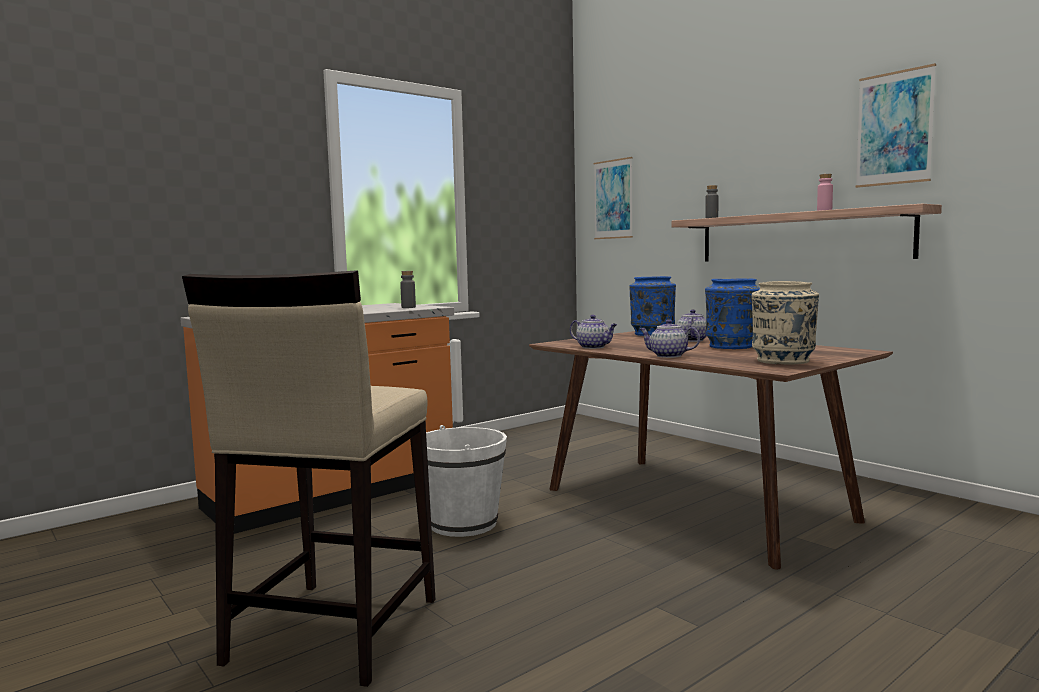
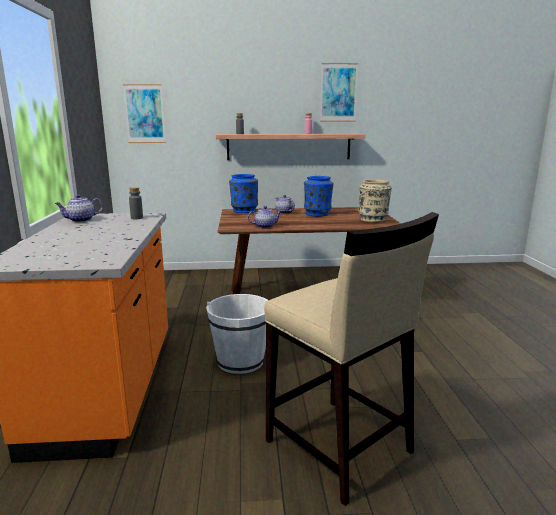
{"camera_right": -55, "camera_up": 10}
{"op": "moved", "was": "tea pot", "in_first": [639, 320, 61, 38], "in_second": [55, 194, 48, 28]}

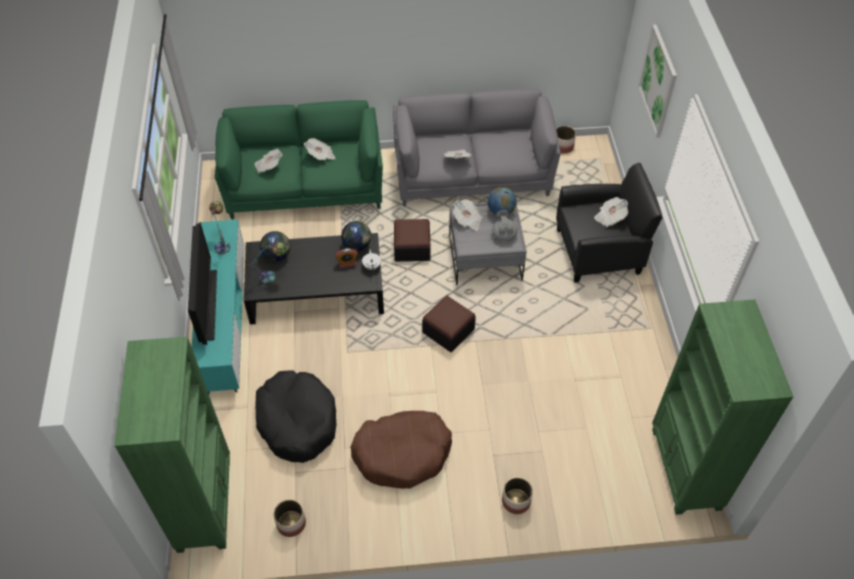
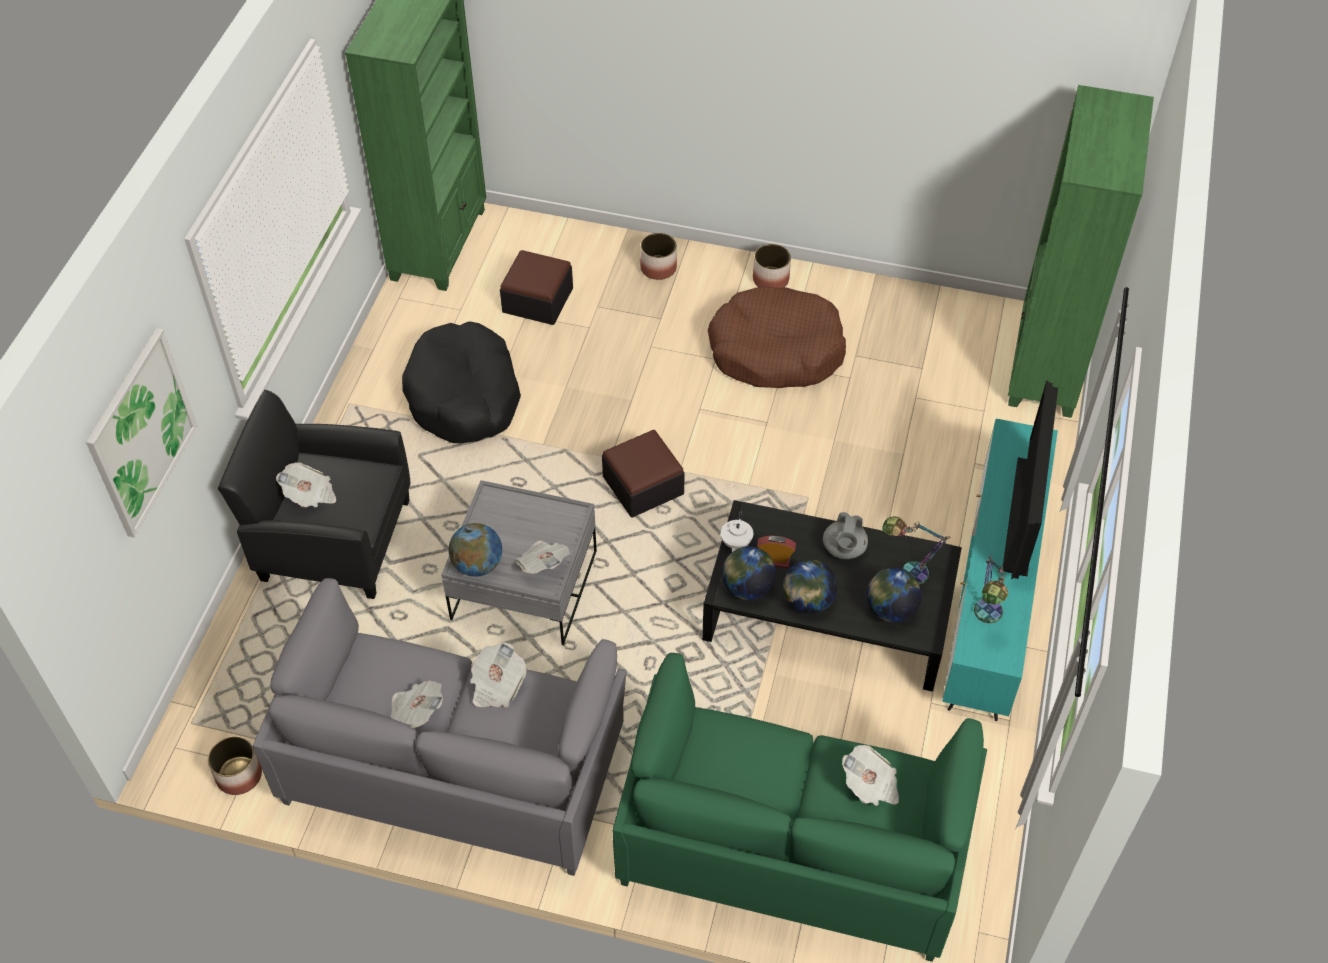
{"camera_right": -160, "camera_up": 0}
{"op": "moved", "was": "black-coloured dog cushion", "in_first": [256, 371, 81, 92], "in_second": [402, 322, 119, 122]}
{"op": "moved", "was": "plant pot", "in_first": [274, 499, 32, 38], "in_second": [753, 244, 38, 44]}
{"op": "moved", "was": "printed paper", "in_first": [304, 138, 31, 23], "in_second": [390, 680, 53, 48]}
{"op": "moved", "was": "pouffe", "in_first": [394, 219, 37, 42], "in_second": [500, 250, 73, 75]}
{"op": "moved", "was": "gray tea pot", "in_first": [492, 210, 26, 31], "in_second": [823, 512, 45, 47]}
{"op": "added", "now": "desk globe", "in_second": [783, 560, 54, 54]}

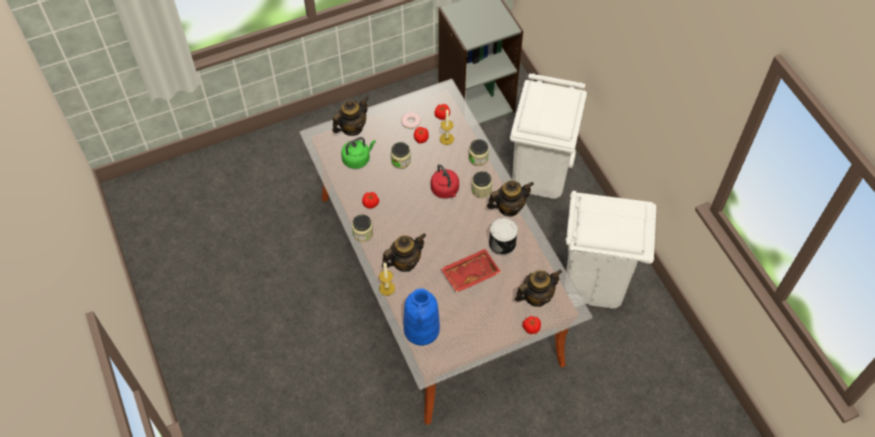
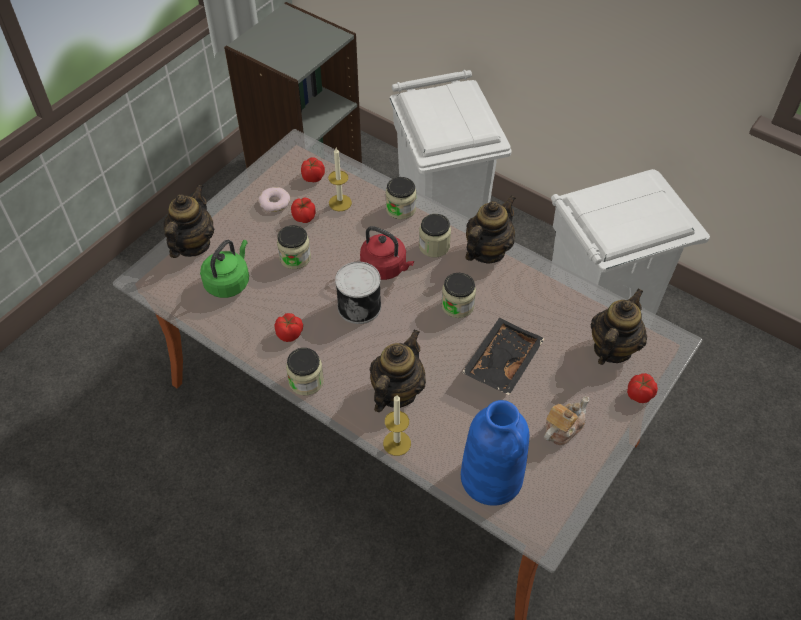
{"camera_right": -30, "camera_up": -5}
{"op": "recoloured", "was": "red-coloured serving tray", "now": "black-coloured serving tray", "in_first": [441, 249, 61, 43], "in_second": [462, 317, 83, 78]}
{"op": "moved", "was": "can", "in_first": [489, 217, 29, 38], "in_second": [335, 262, 46, 62]}
{"op": "added", "now": "jar", "in_second": [441, 273, 35, 45]}
{"op": "added", "now": "tea pot", "in_second": [544, 396, 45, 49]}

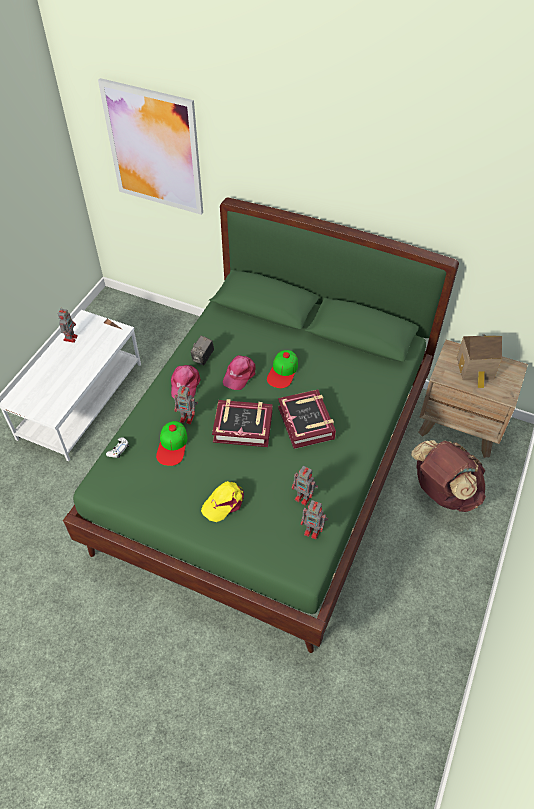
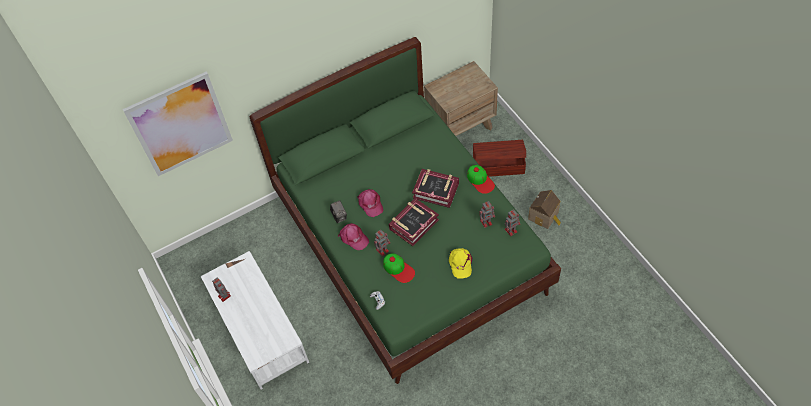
{"camera_right": -50, "camera_up": 5}
{"op": "moved", "was": "baseball cap", "in_first": [267, 350, 31, 38], "in_second": [467, 165, 28, 29]}
{"op": "replaced", "was": "brown-coloured backpack", "now": "brown-coloured storage bin", "in_first": [411, 440, 75, 72], "in_second": [473, 140, 53, 37]}
{"op": "moved", "was": "toy house", "in_first": [457, 334, 45, 54], "in_second": [528, 190, 33, 39]}

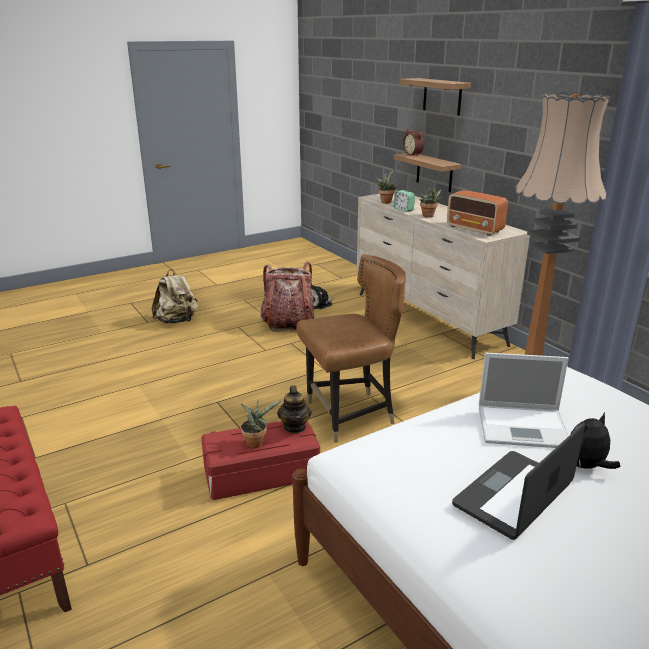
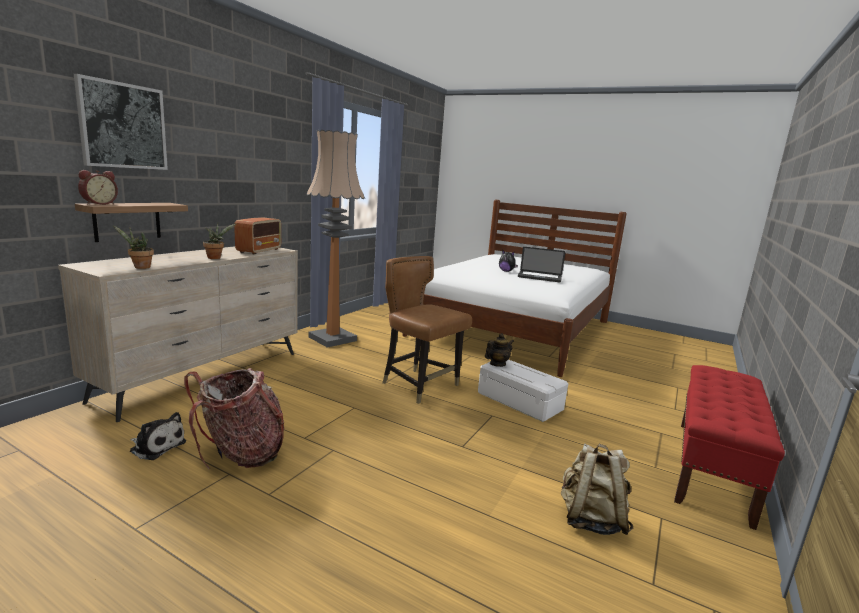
{"camera_right": -120, "camera_up": -10}
{"op": "moved", "was": "beige backpack", "in_first": [152, 269, 46, 54], "in_second": [561, 443, 72, 92]}
{"op": "recoloured", "was": "red-coloured storage bin", "now": "whitish storage bin", "in_first": [201, 421, 119, 79], "in_second": [478, 359, 90, 63]}
{"op": "removed", "was": "houseplant", "in_first": [241, 399, 41, 50]}
{"op": "removed", "was": "alarm clock", "in_first": [394, 190, 21, 22]}
{"op": "replaced", "was": "bracket shelf", "now": "wall art", "in_first": [399, 78, 72, 37], "in_second": [74, 74, 94, 96]}
{"op": "removed", "was": "notebook computer", "in_first": [479, 353, 90, 95]}

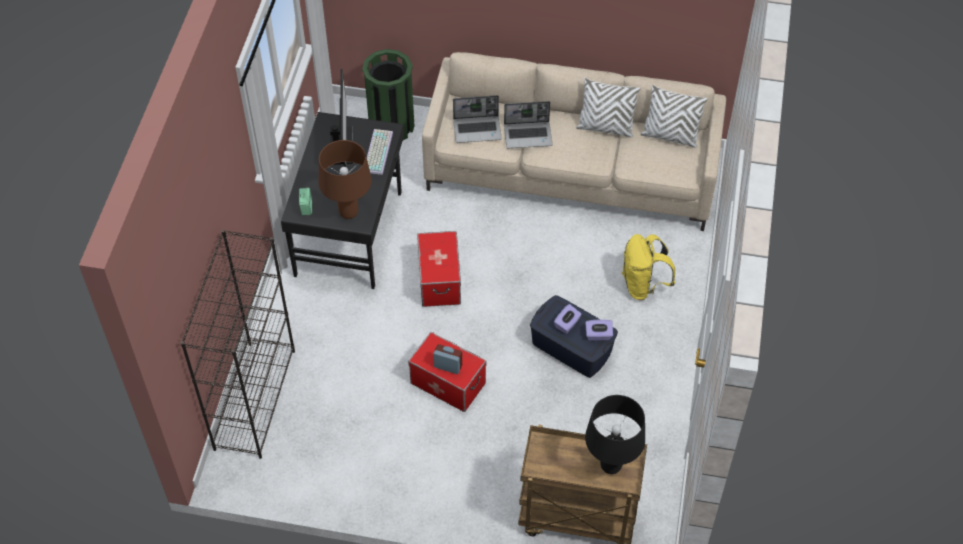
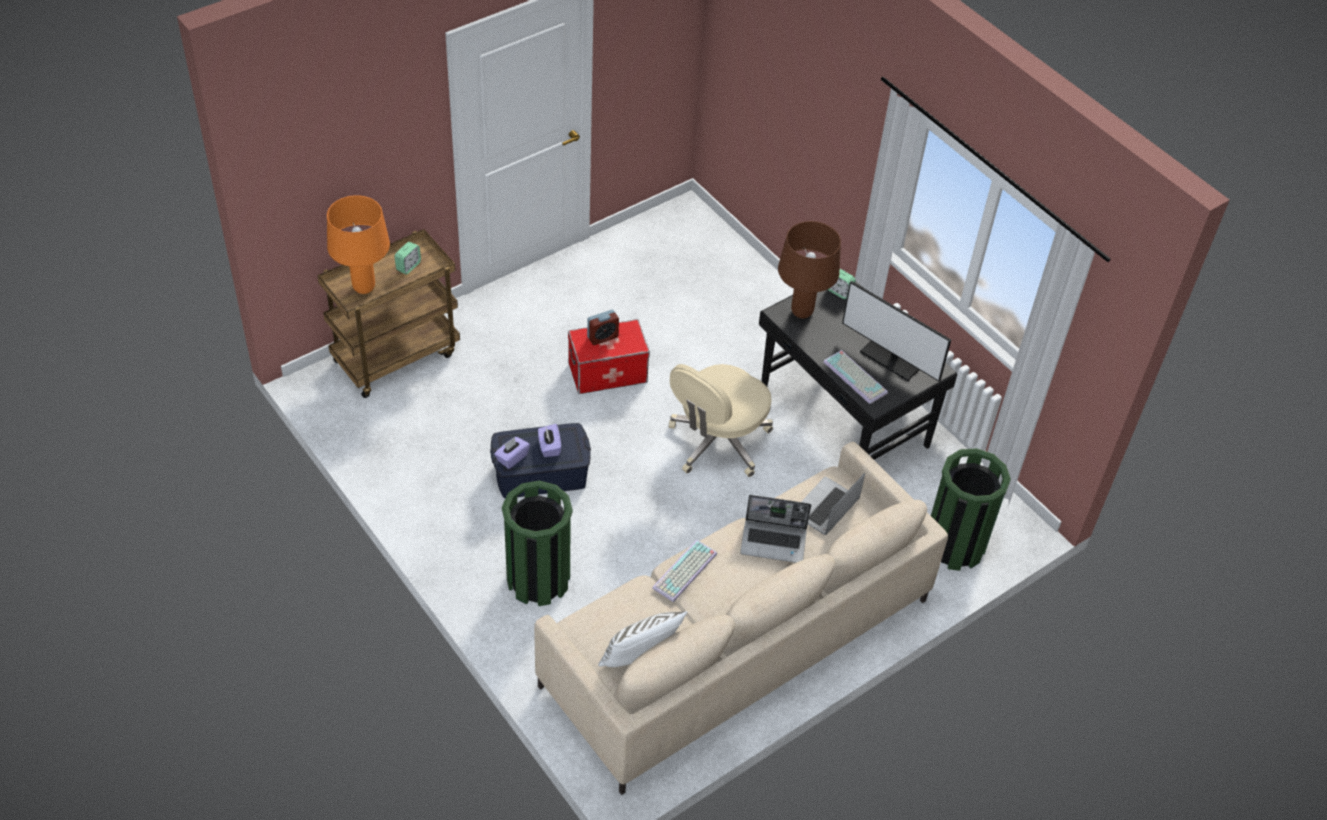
{"camera_right": 130, "camera_up": -5}
{"op": "removed", "was": "black-coloured bookshelf", "in_first": [181, 230, 114, 229]}
{"op": "replaced", "was": "storage bin", "now": "beige desk chair", "in_first": [417, 231, 44, 76], "in_second": [669, 364, 104, 113]}
{"op": "turned", "was": "notebook computer", "in_first": [504, 101, 49, 47], "in_second": [740, 495, 71, 68], "clockwise": -120}
{"op": "removed", "was": "whitish cushion", "in_first": [576, 78, 65, 59]}
{"op": "recoloured", "was": "black-coloured lamp for a table", "now": "orange lamp for a table", "in_first": [585, 395, 60, 79], "in_second": [327, 195, 63, 99]}
{"op": "replaced", "was": "yellowish backpack", "now": "green-coloured waste bin", "in_first": [622, 234, 53, 66], "in_second": [502, 481, 71, 125]}
{"op": "added", "now": "alarm clock", "in_second": [394, 242, 27, 33]}
{"op": "added", "now": "computer keyboard", "in_second": [652, 540, 65, 62]}

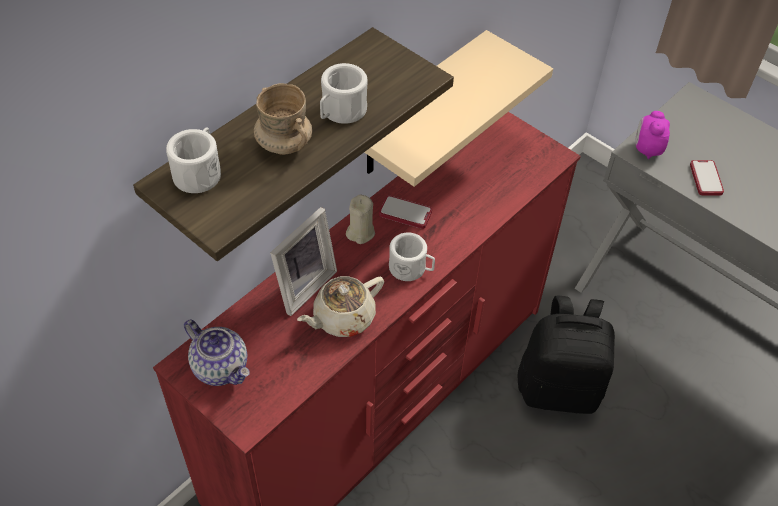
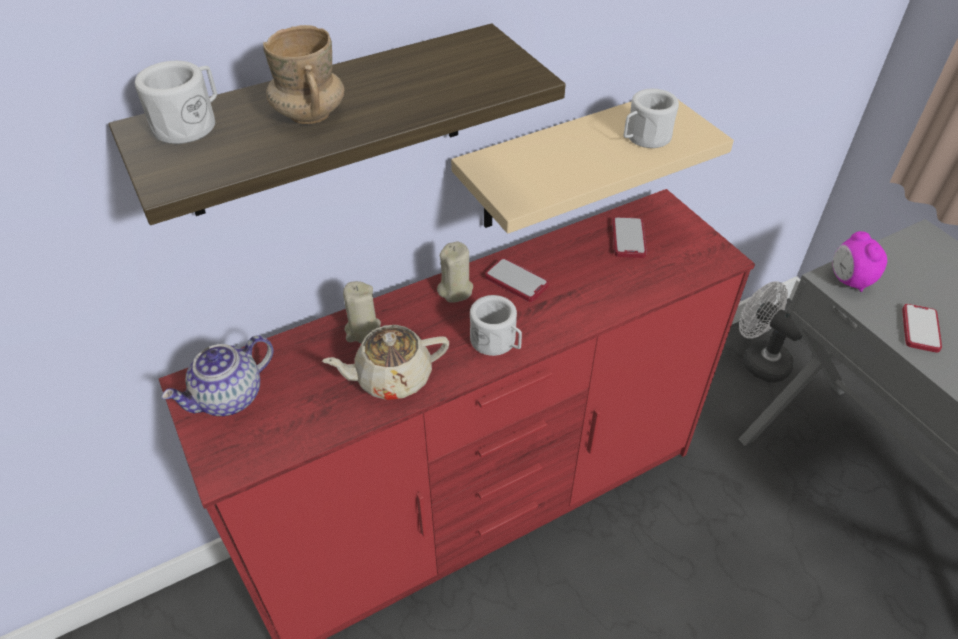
{"camera_right": 20, "camera_up": -5}
{"op": "turned", "was": "tea pot", "in_first": [184, 319, 66, 67], "in_second": [161, 335, 113, 81], "clockwise": 75}
{"op": "replaced", "was": "photo frame", "now": "beige candle", "in_first": [270, 207, 67, 109], "in_second": [343, 281, 38, 62]}
{"op": "moved", "was": "whitish tea mug", "in_first": [320, 63, 47, 61], "in_second": [623, 89, 56, 59]}
{"op": "removed", "was": "black-coloured backpack", "in_first": [518, 295, 97, 119]}
{"op": "turned", "was": "alarm clock", "in_first": [635, 111, 35, 48], "in_second": [832, 231, 55, 61], "clockwise": -45}
{"op": "added", "now": "phone", "in_second": [612, 217, 35, 41]}
{"op": "added", "now": "whitish cooling fan", "in_second": [739, 281, 63, 101]}

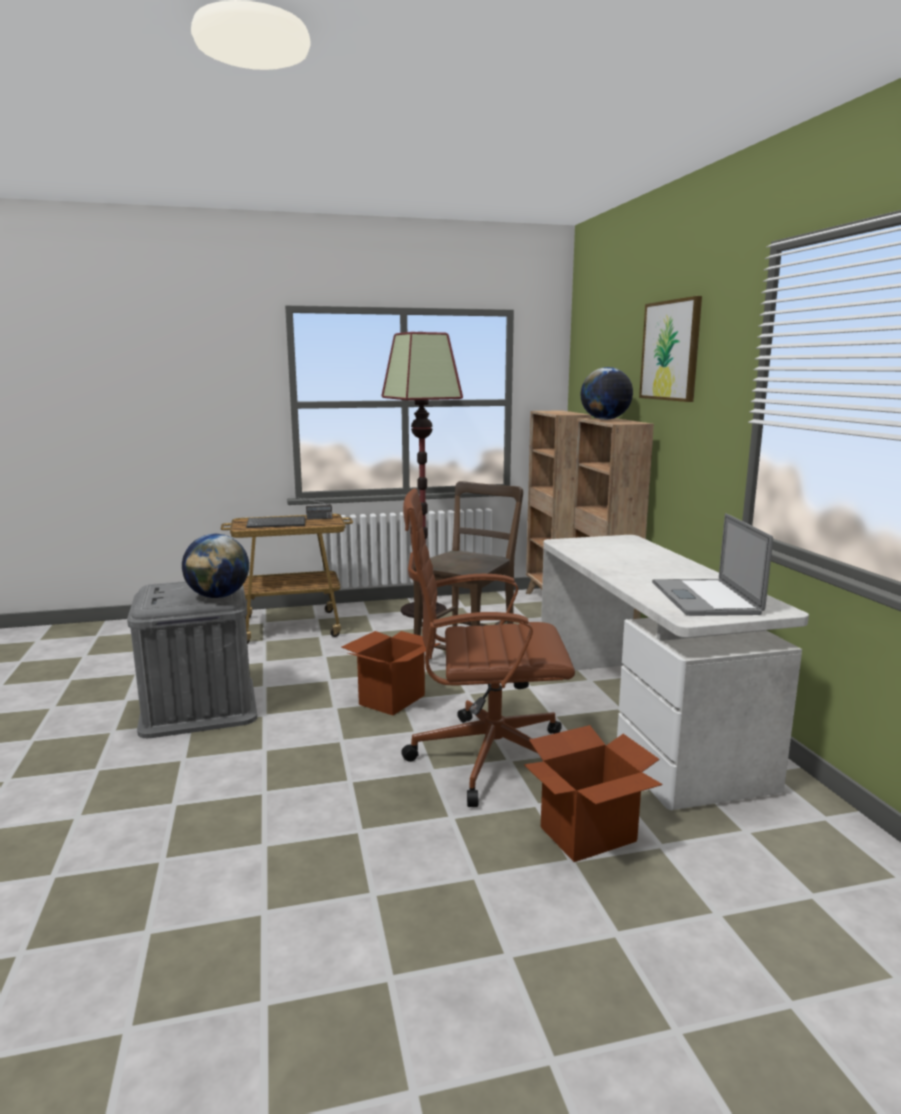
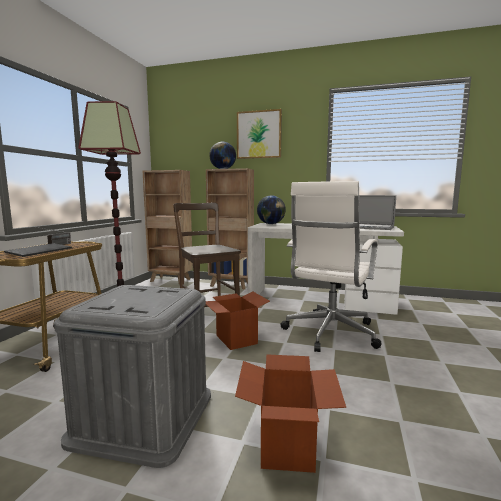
{"camera_right": -60, "camera_up": -5}
{"op": "moved", "was": "desk globe", "in_first": [182, 534, 67, 64], "in_second": [257, 195, 29, 29]}
{"op": "recoloured", "was": "brown-coloured desk chair", "now": "whitish desk chair", "in_first": [401, 488, 174, 319], "in_second": [280, 181, 102, 171]}
{"op": "moved", "was": "carton", "in_first": [524, 725, 139, 137], "in_second": [235, 354, 111, 119]}

